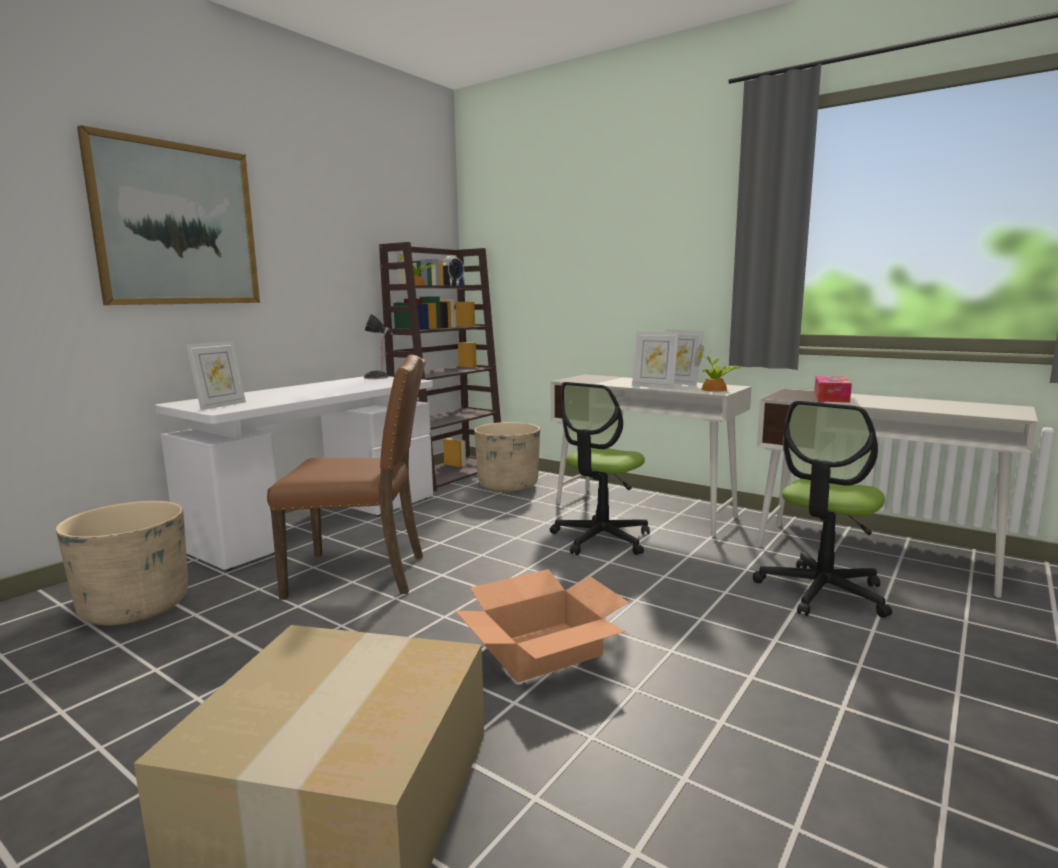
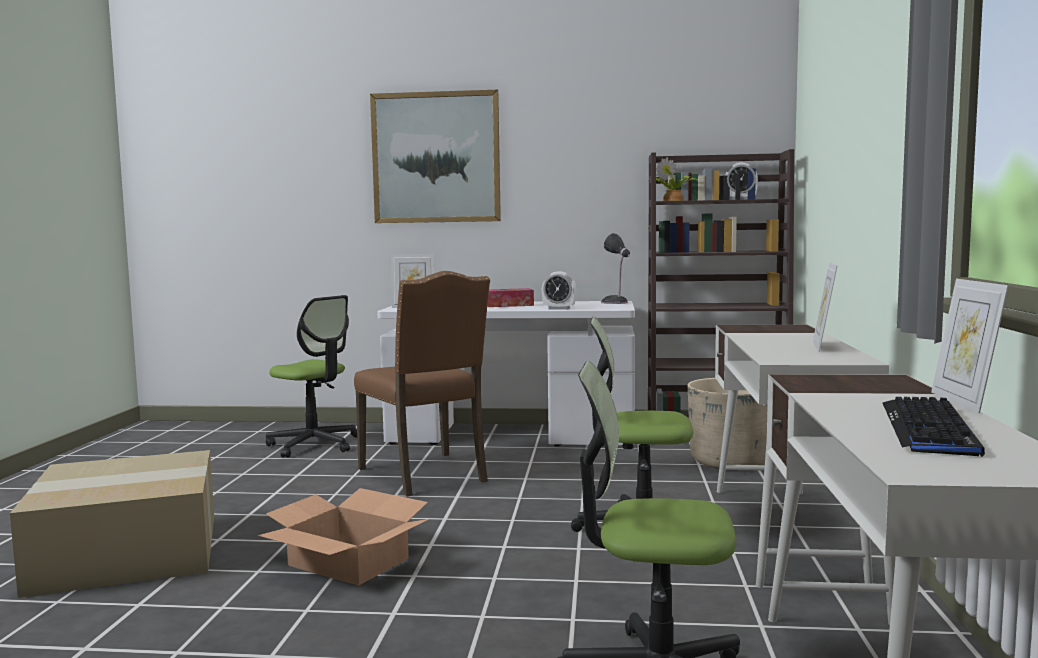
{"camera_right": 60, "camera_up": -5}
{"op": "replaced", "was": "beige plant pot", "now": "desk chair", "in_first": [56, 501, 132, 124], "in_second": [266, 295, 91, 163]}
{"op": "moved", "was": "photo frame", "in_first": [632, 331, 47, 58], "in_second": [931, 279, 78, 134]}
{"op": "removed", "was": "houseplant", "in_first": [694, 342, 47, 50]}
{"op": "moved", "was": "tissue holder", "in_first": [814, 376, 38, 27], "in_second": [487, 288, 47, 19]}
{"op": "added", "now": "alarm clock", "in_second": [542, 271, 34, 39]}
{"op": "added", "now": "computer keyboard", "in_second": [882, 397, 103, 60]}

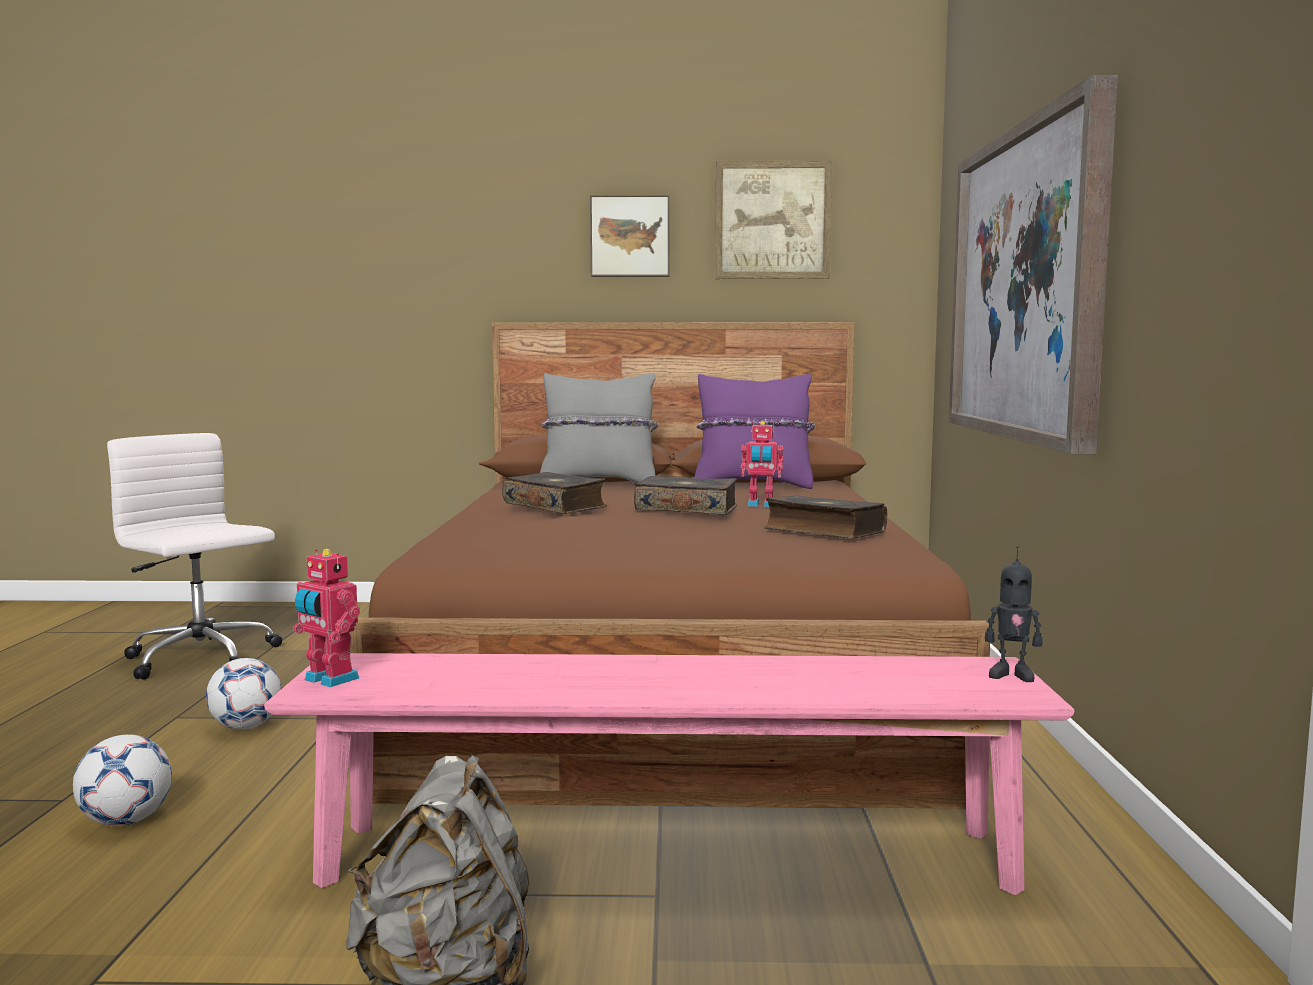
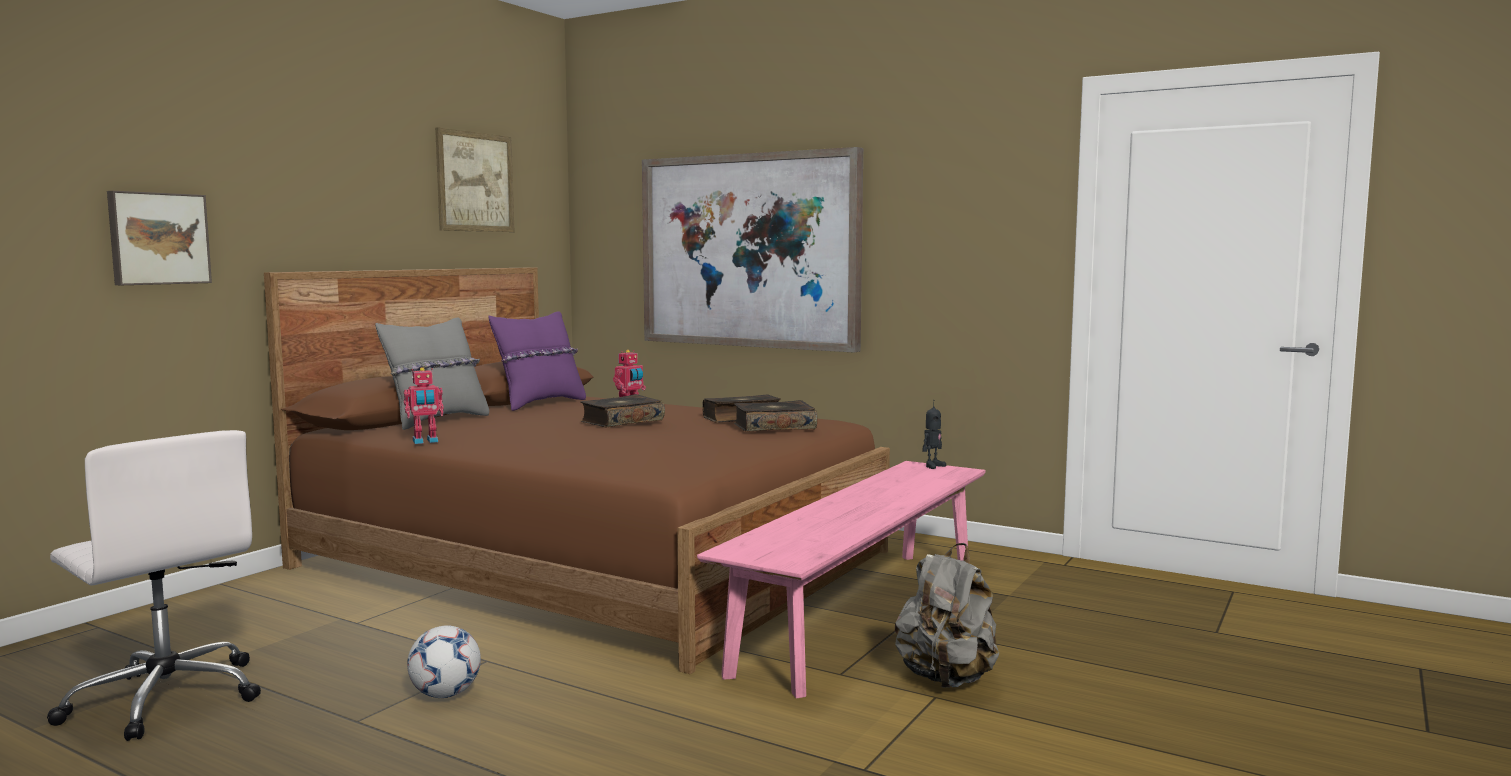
{"camera_right": -60, "camera_up": 0}
{"op": "removed", "was": "football", "in_first": [73, 734, 99, 92]}
{"op": "turned", "was": "whitish desk chair", "in_first": [107, 433, 175, 247], "in_second": [47, 430, 214, 311], "clockwise": -120}
{"op": "moved", "was": "robot figure", "in_first": [293, 549, 67, 138], "in_second": [404, 367, 40, 77]}
{"op": "moved", "was": "book", "in_first": [502, 472, 105, 42], "in_second": [734, 400, 83, 32]}
{"op": "moved", "was": "wall art", "in_first": [590, 195, 80, 82], "in_second": [107, 191, 105, 94]}

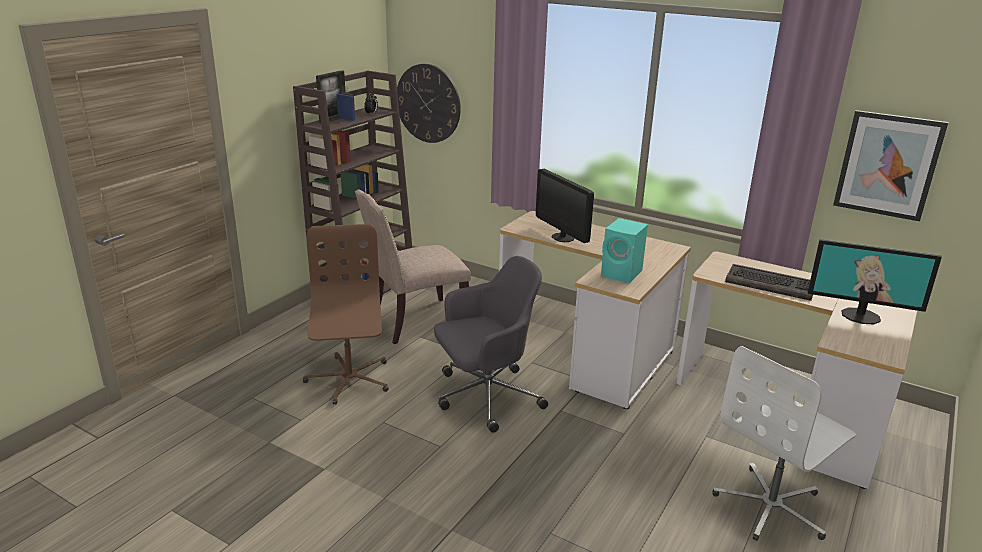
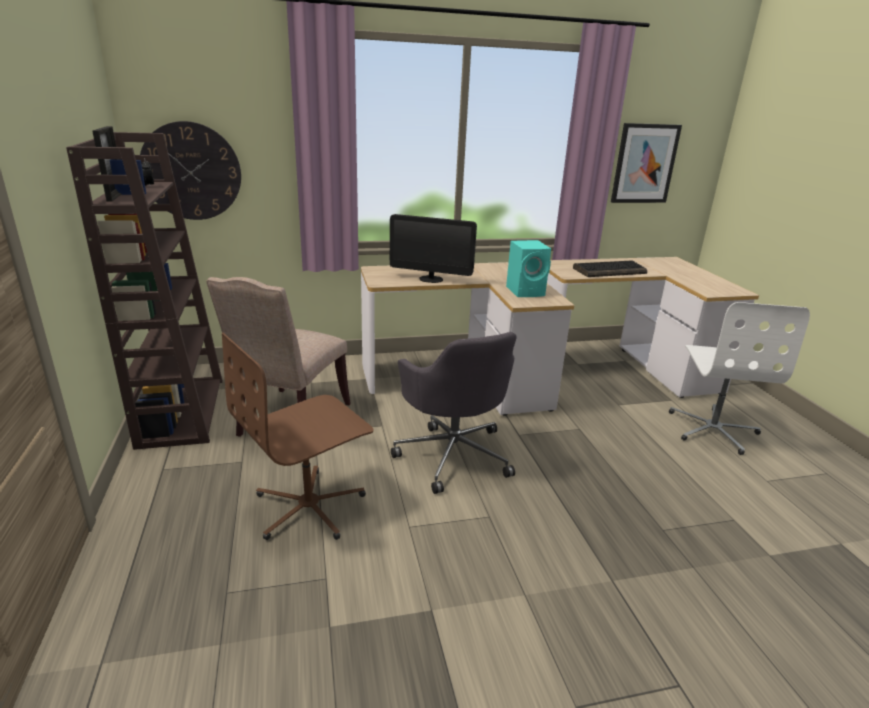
{"camera_right": -45, "camera_up": 0}
{"op": "turned", "was": "brown-coloured desk chair", "in_first": [303, 224, 86, 181], "in_second": [222, 333, 152, 207], "clockwise": -75}
{"op": "turned", "was": "gray desk chair", "in_first": [434, 256, 114, 177], "in_second": [391, 332, 126, 162], "clockwise": 135}
{"op": "removed", "was": "computer display", "in_first": [808, 239, 134, 85]}

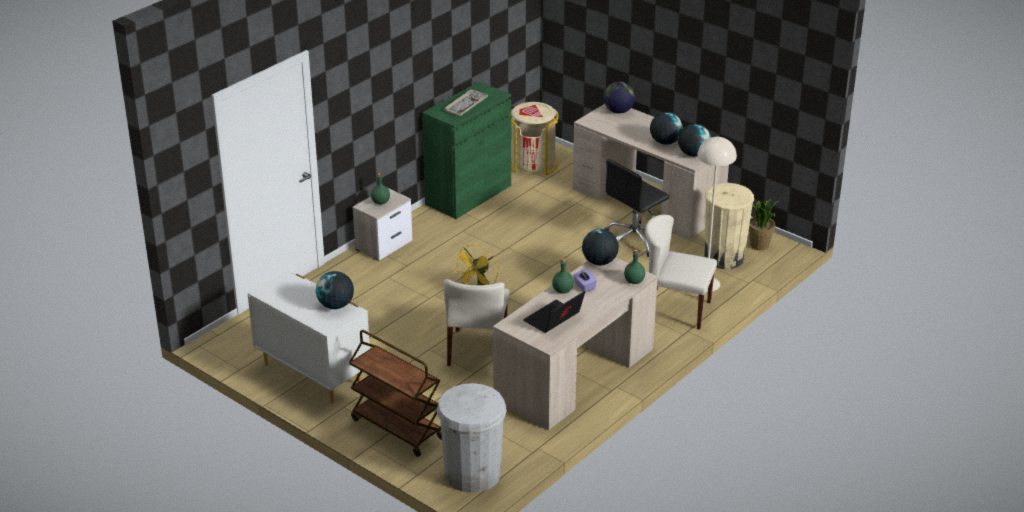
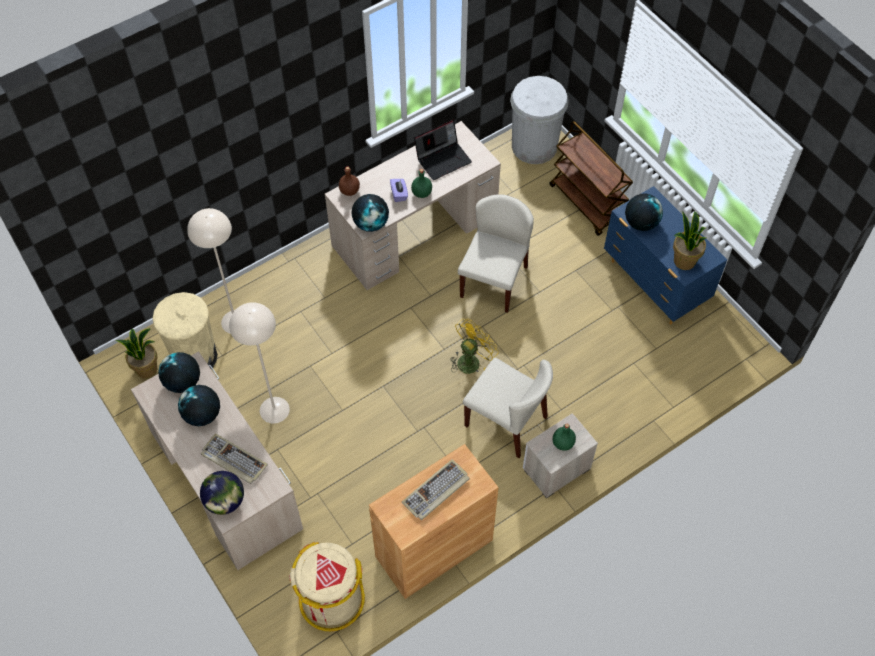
{"camera_right": -165, "camera_up": 25}
{"op": "recoloured", "was": "whitish dresser", "now": "blue-coloured dresser", "in_first": [248, 269, 122, 134], "in_second": [604, 186, 123, 139]}
{"op": "recoloured", "was": "green-coloured cabinet", "now": "brown-coloured cabinet", "in_first": [422, 82, 89, 137], "in_second": [369, 444, 130, 155]}
{"op": "replaced", "was": "black-coloured desk chair", "now": "beige floor lamp", "in_first": [604, 159, 66, 98], "in_second": [229, 302, 61, 121]}
{"op": "recoloured", "was": "green-coloured beverage bottle", "now": "brown-coloured beverage bottle", "in_first": [624, 249, 21, 35], "in_second": [339, 167, 21, 29]}
{"op": "moved", "was": "beige chair", "in_first": [645, 215, 72, 115], "in_second": [463, 357, 90, 101]}
{"op": "added", "now": "computer keyboard", "in_second": [201, 433, 67, 51]}
{"op": "added", "now": "houseplant", "in_second": [673, 211, 33, 59]}

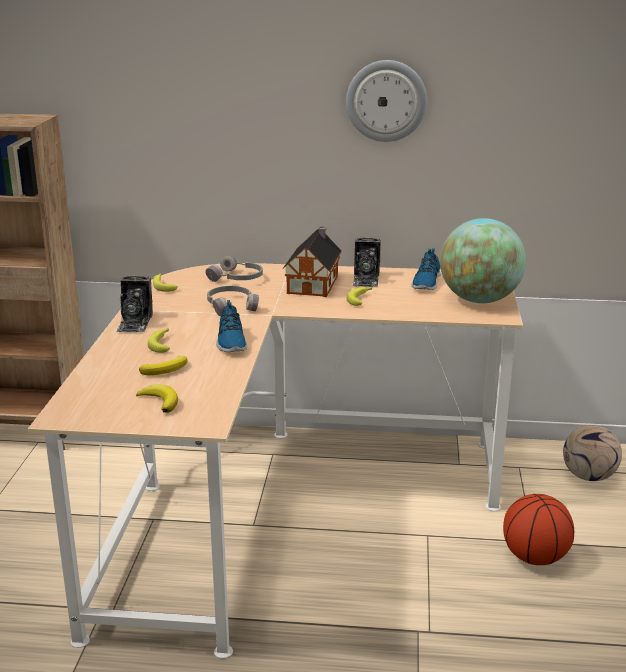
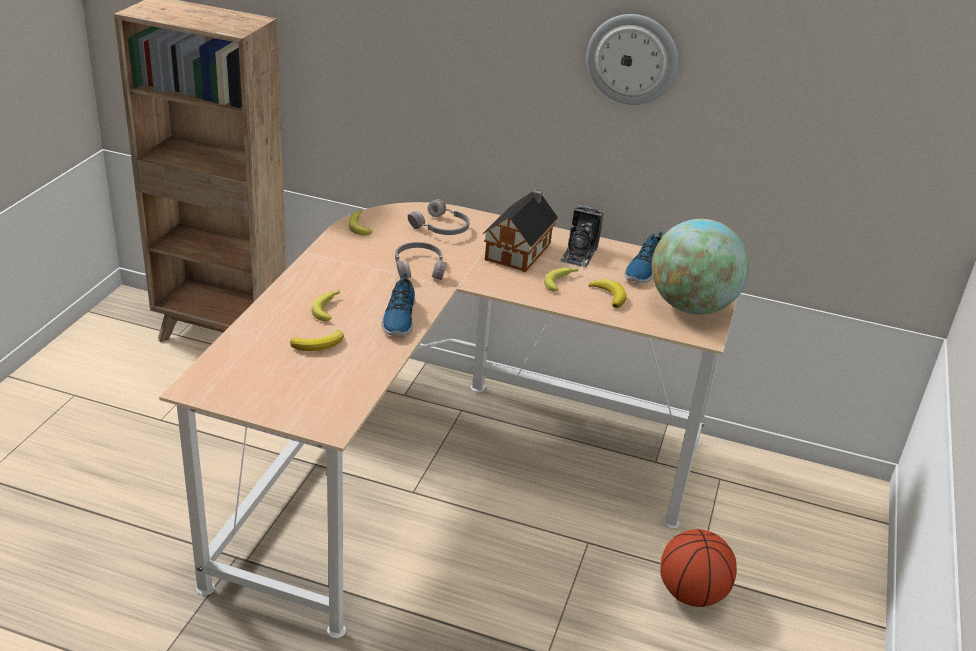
{"camera_right": 10, "camera_up": 10}
{"op": "removed", "was": "still camera", "in_first": [116, 275, 37, 57]}
{"op": "moved", "was": "whole banana", "in_first": [136, 384, 42, 29], "in_second": [589, 279, 37, 29]}
{"op": "removed", "was": "football", "in_first": [563, 425, 59, 56]}

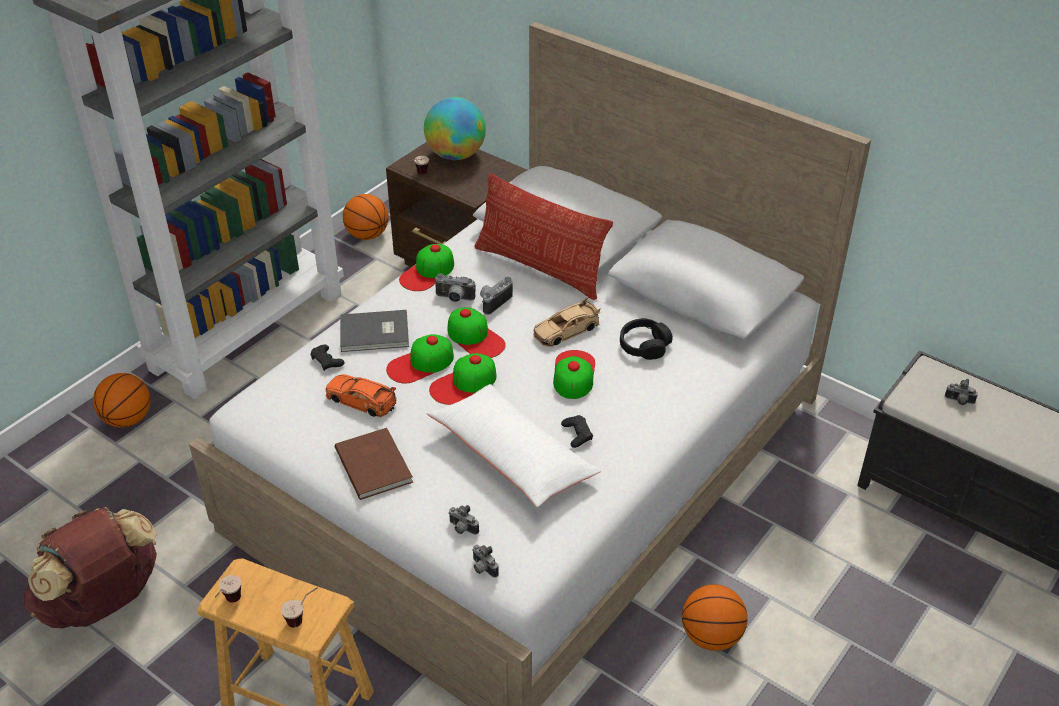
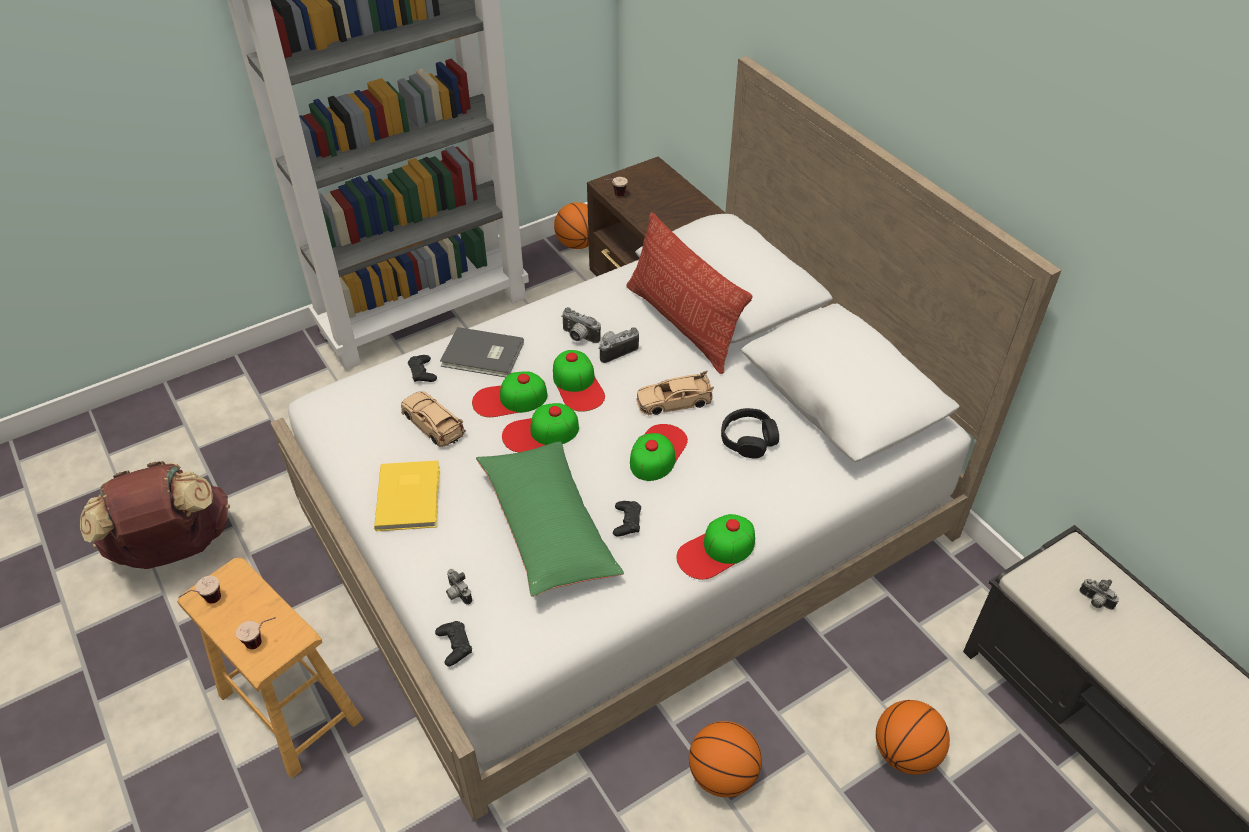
{"camera_right": 20, "camera_up": 5}
{"op": "moved", "was": "basketball ball", "in_first": [93, 373, 57, 54], "in_second": [876, 700, 74, 75]}
{"op": "recoloured", "was": "orange model car", "now": "beige model car", "in_first": [326, 374, 71, 43], "in_second": [401, 391, 65, 56]}
{"op": "recoloured", "was": "brown-coloured book", "now": "yellowish book", "in_first": [335, 428, 78, 72], "in_second": [374, 460, 66, 71]}
{"op": "moved", "was": "baseball cap", "in_first": [399, 244, 55, 47], "in_second": [676, 514, 79, 66]}
{"op": "removed", "was": "desk globe", "in_first": [424, 97, 62, 63]}
{"op": "recoloured", "was": "whitish cushion", "now": "green-coloured cushion", "in_first": [427, 384, 174, 123], "in_second": [476, 441, 148, 156]}
{"op": "replaced", "was": "still camera", "now": "black-coloured joypad", "in_first": [472, 544, 27, 34], "in_second": [435, 621, 37, 45]}

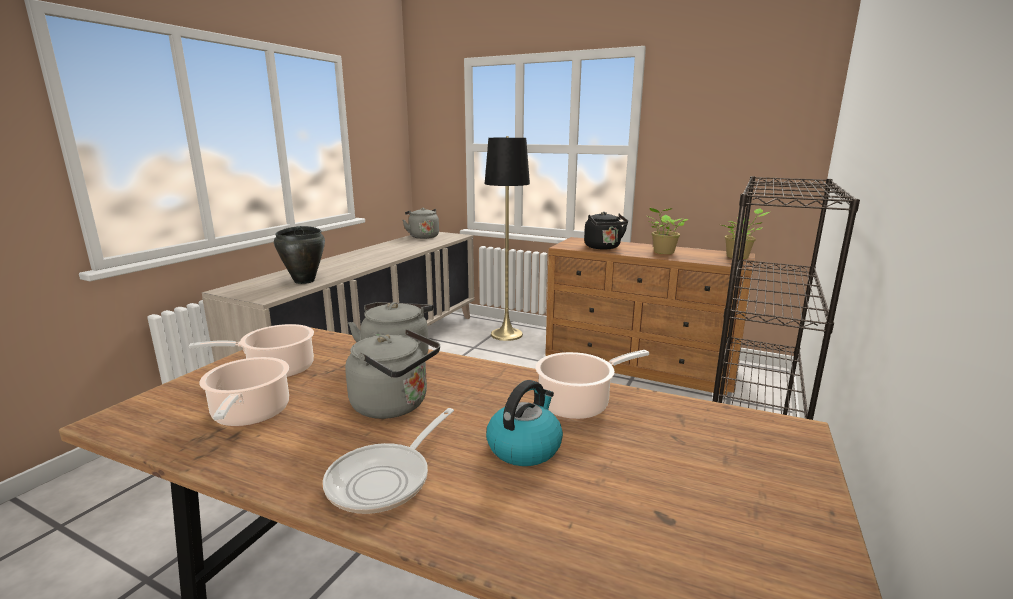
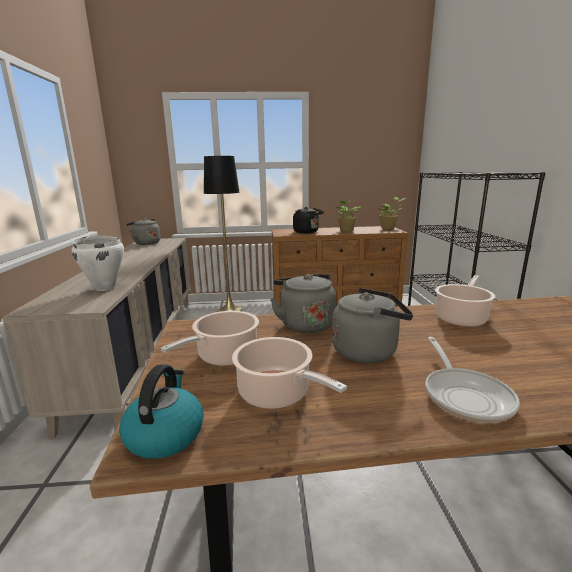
{"camera_right": -30, "camera_up": 0}
{"op": "recoloured", "was": "black-coloured cooking pot", "now": "whitish cooking pot", "in_first": [274, 226, 51, 58], "in_second": [72, 236, 52, 55]}
{"op": "moved", "was": "tea kettle", "in_first": [486, 380, 77, 86], "in_second": [119, 364, 85, 95]}

